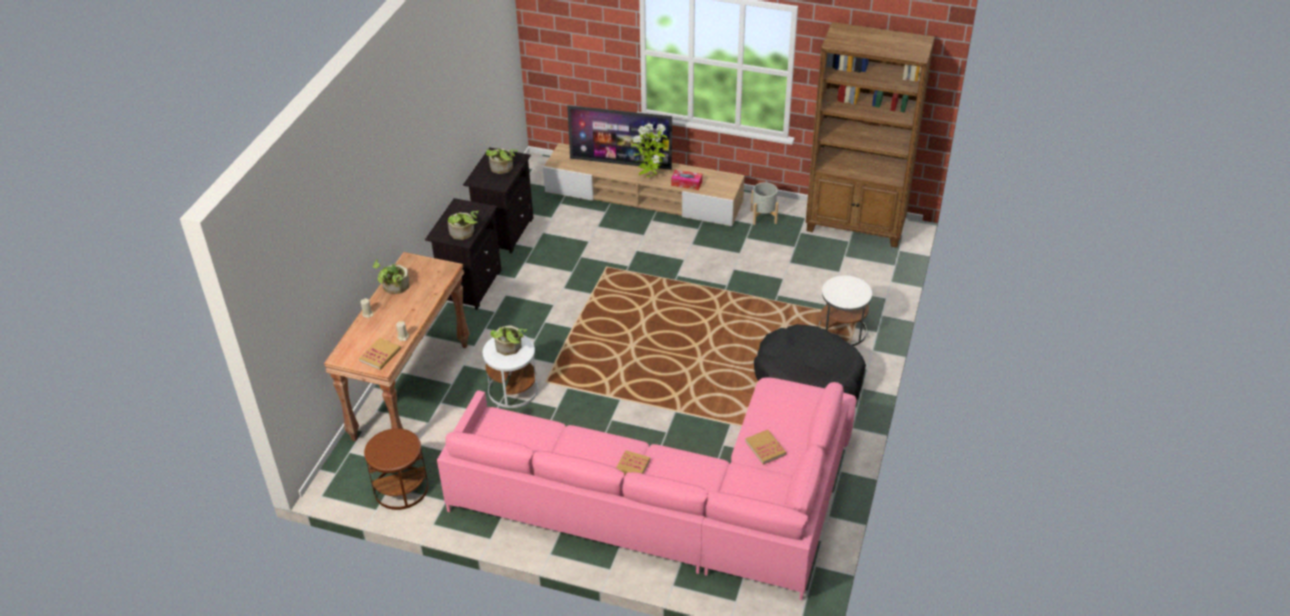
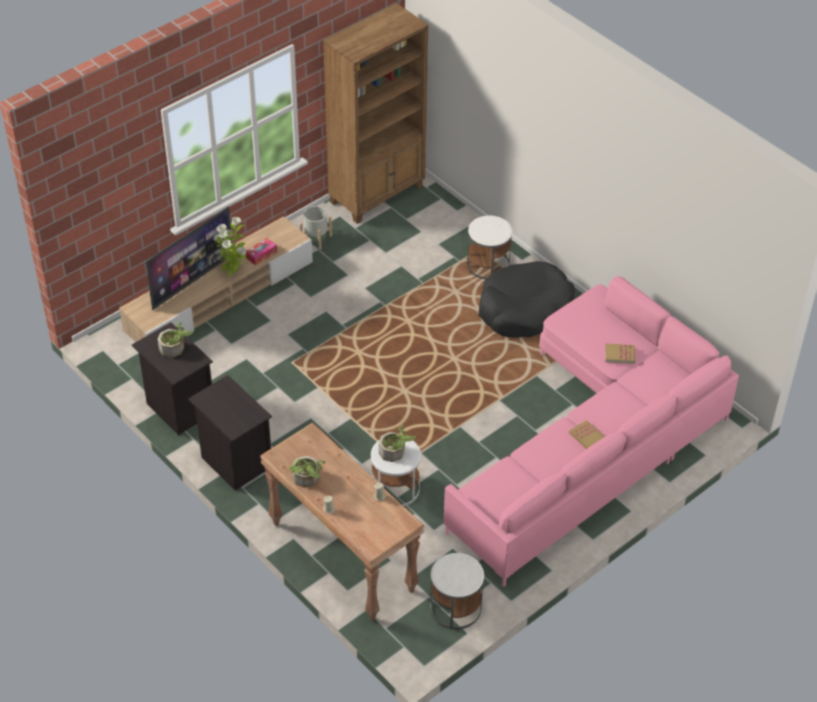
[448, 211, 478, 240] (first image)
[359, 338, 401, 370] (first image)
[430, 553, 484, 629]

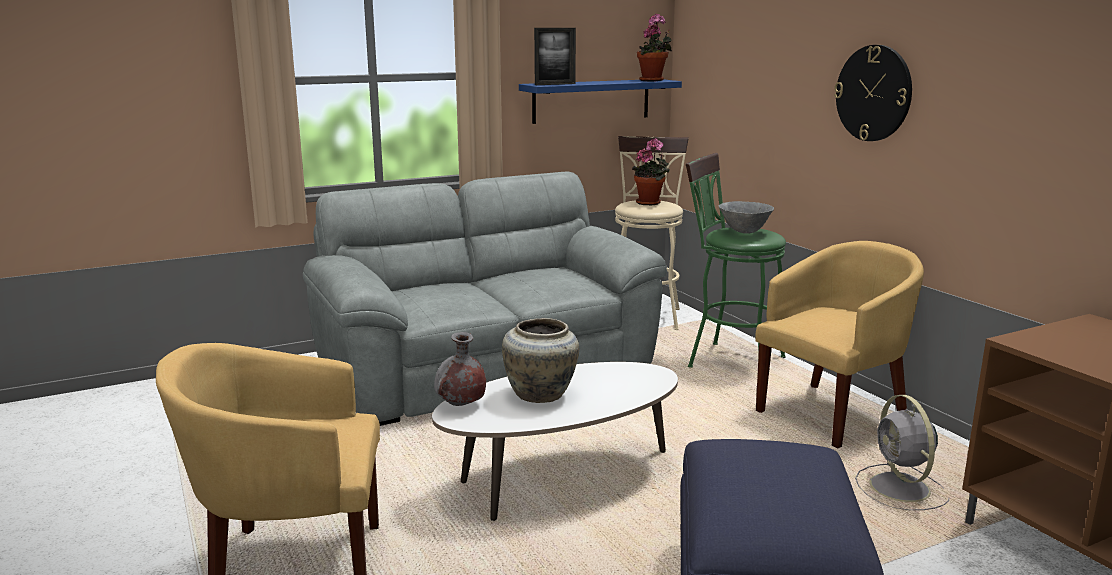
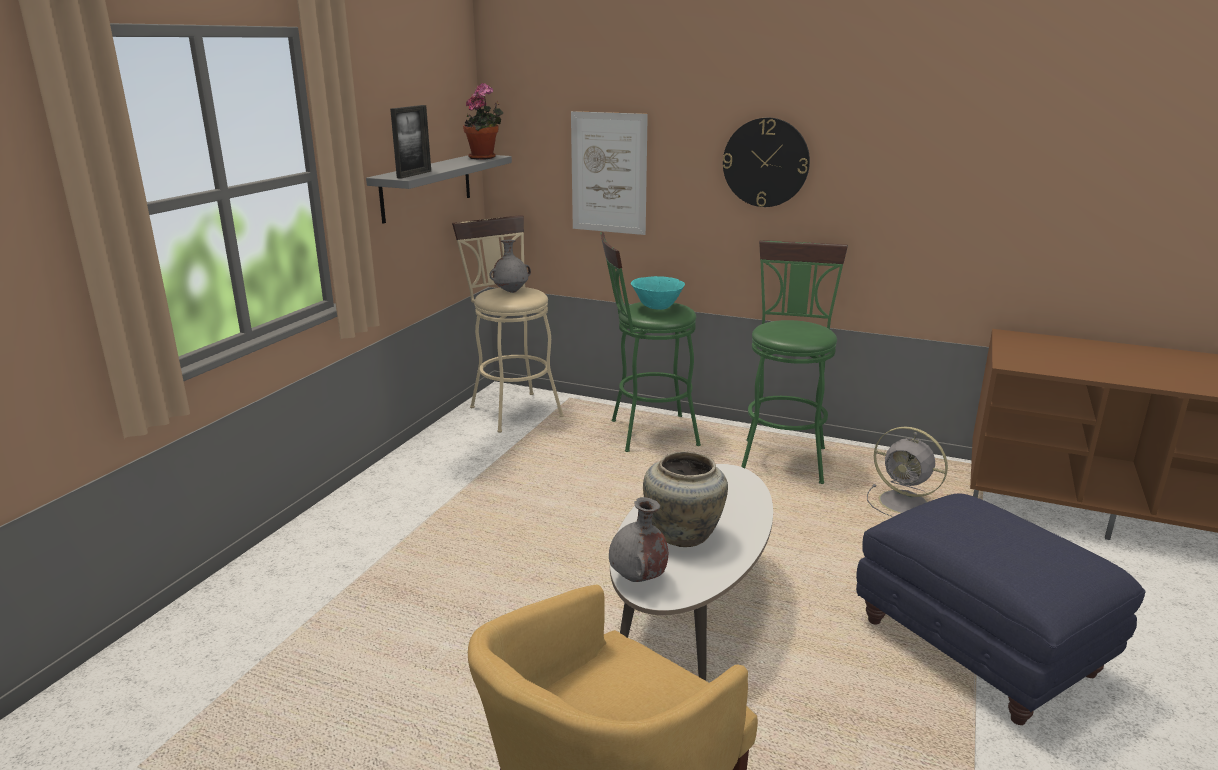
[366, 155, 512, 224]
[489, 240, 531, 293]
[303, 172, 667, 426] (first image)
[631, 276, 685, 310]
[741, 240, 848, 484]
[571, 111, 648, 235]

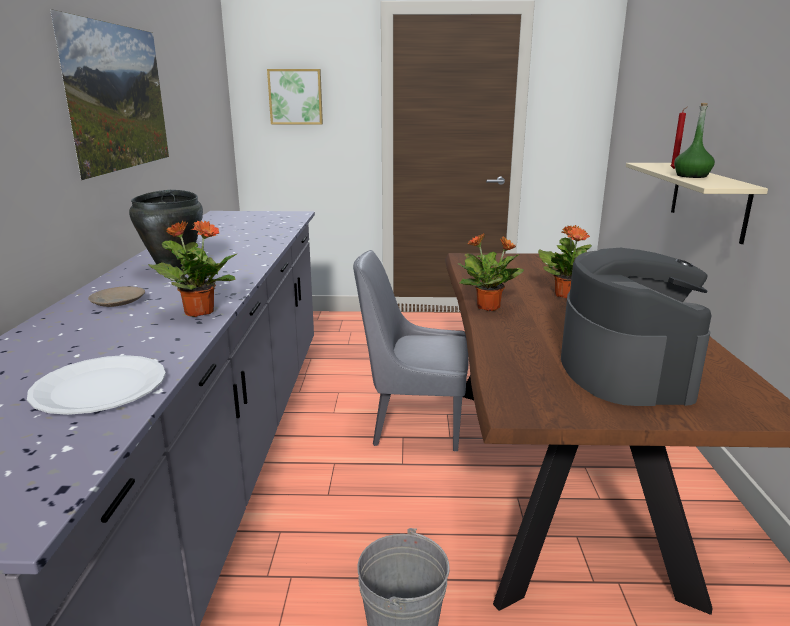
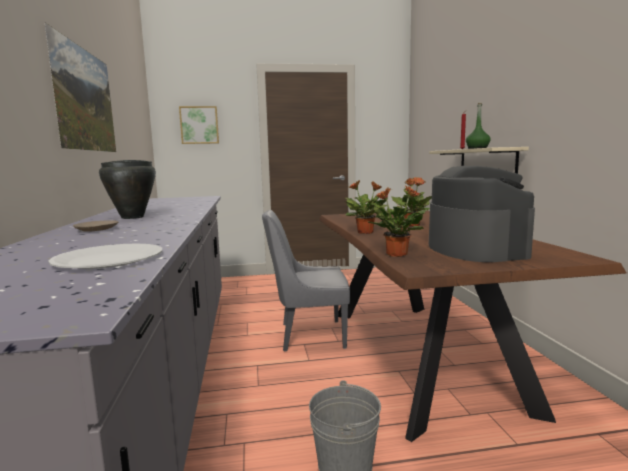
[368, 186, 427, 257]

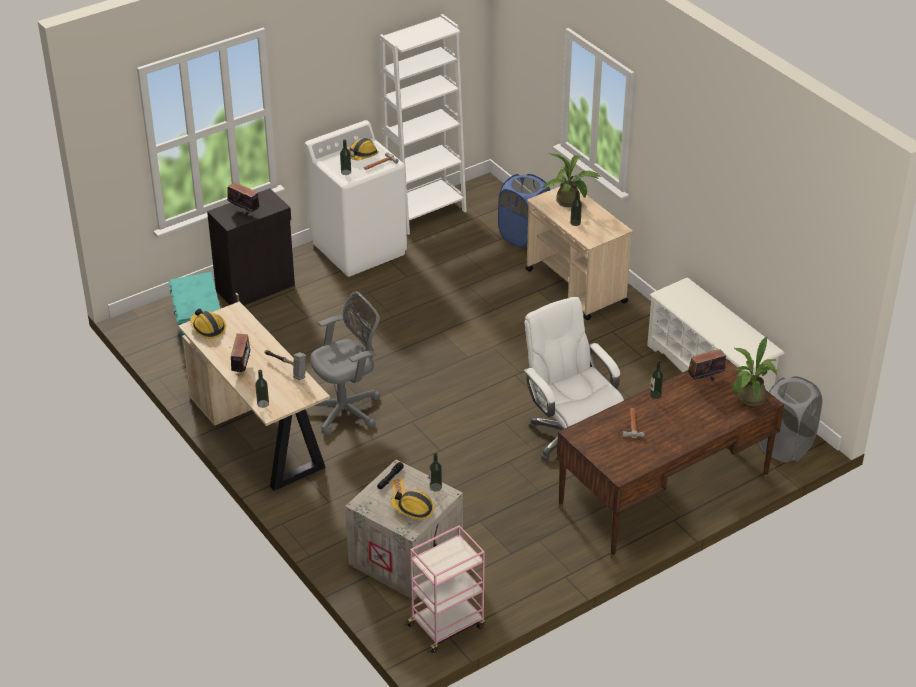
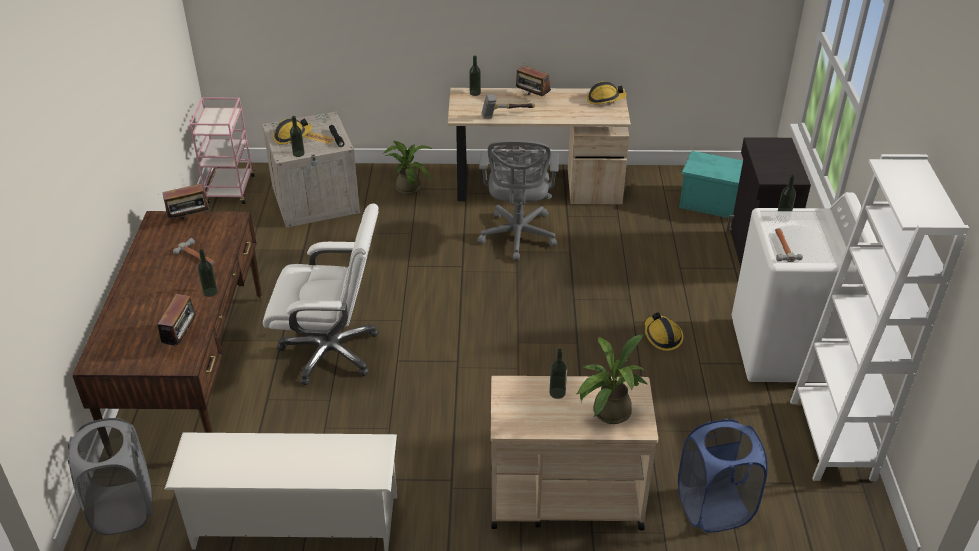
[645, 313, 683, 351]
[162, 183, 210, 219]
[383, 140, 433, 195]

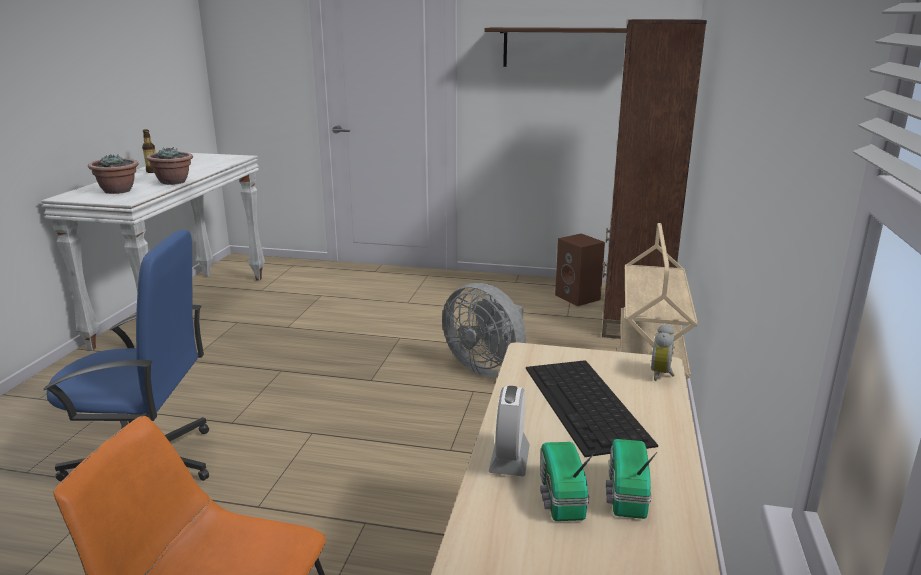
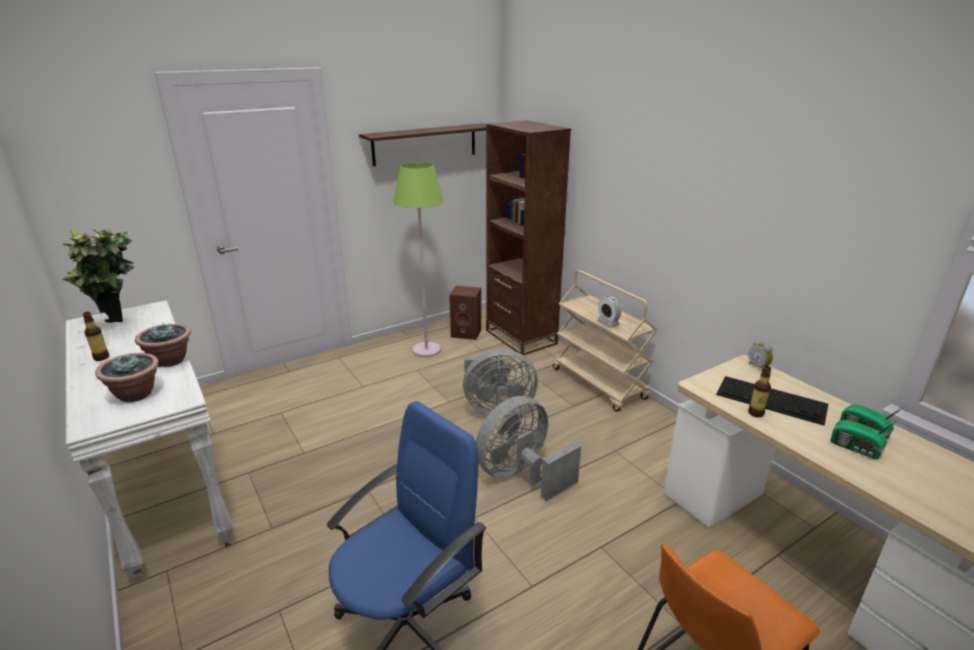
[597, 296, 621, 328]
[393, 162, 444, 357]
[62, 227, 134, 323]
[748, 366, 771, 417]
[476, 396, 581, 501]

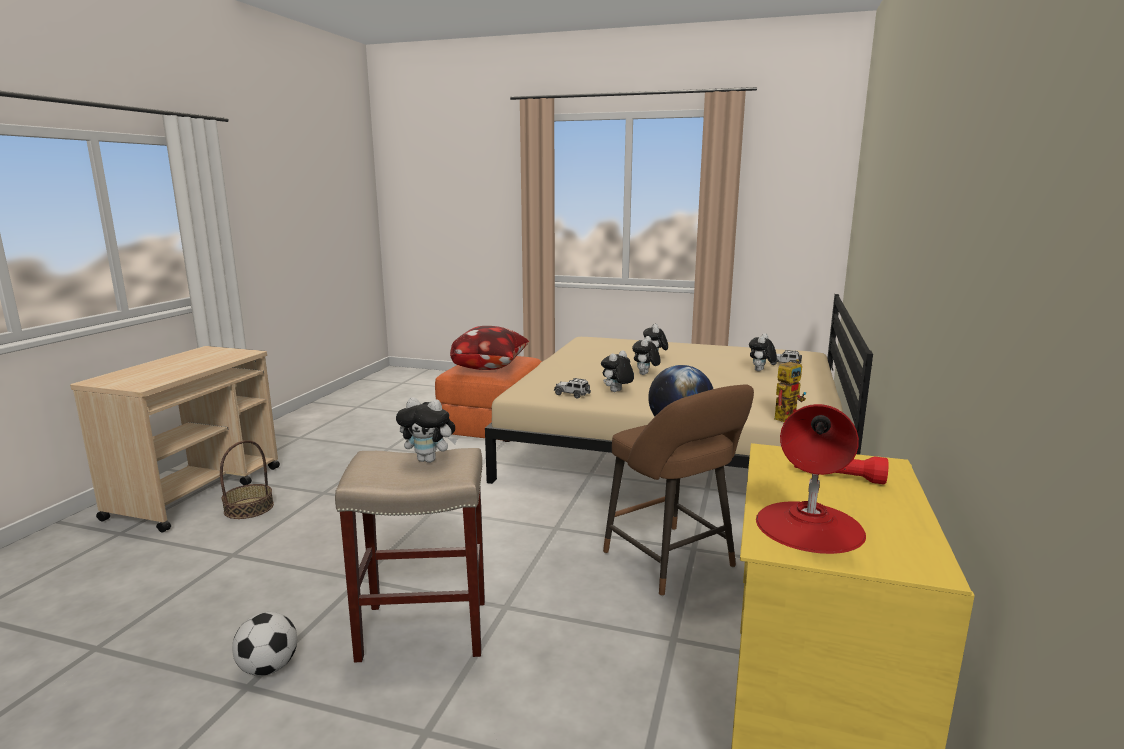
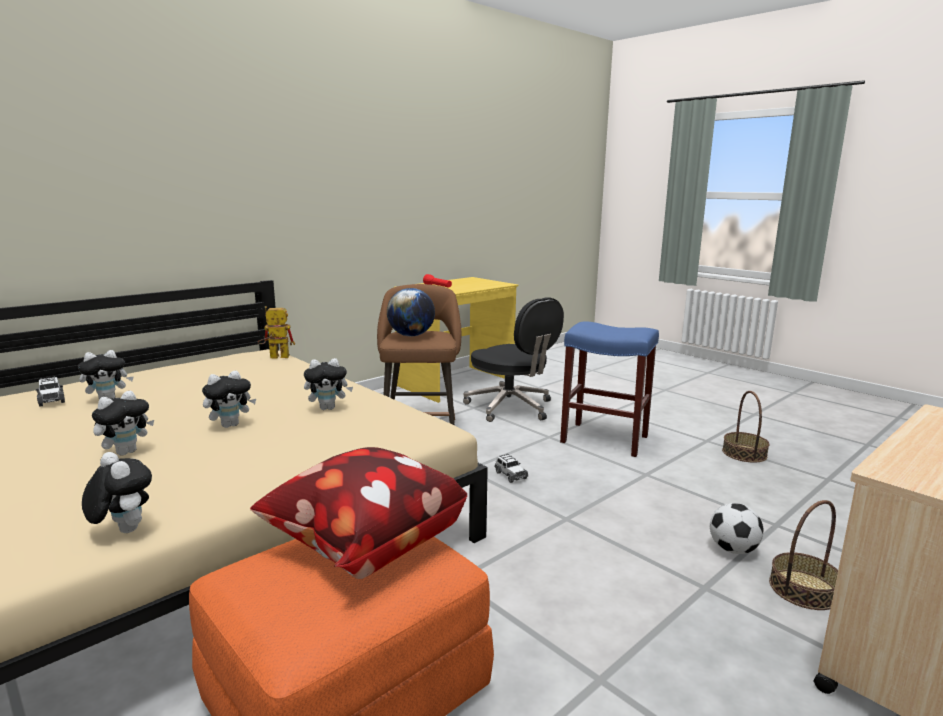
[494, 454, 528, 483]
[82, 452, 152, 533]
[756, 404, 866, 554] (first image)
[560, 321, 659, 457]
[710, 503, 764, 554]
[463, 297, 564, 422]
[722, 391, 770, 462]

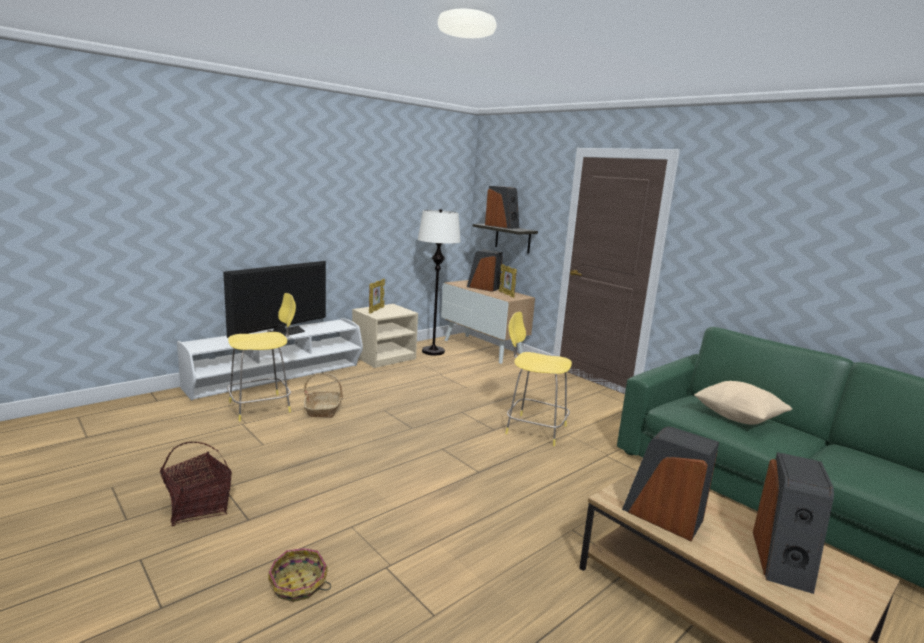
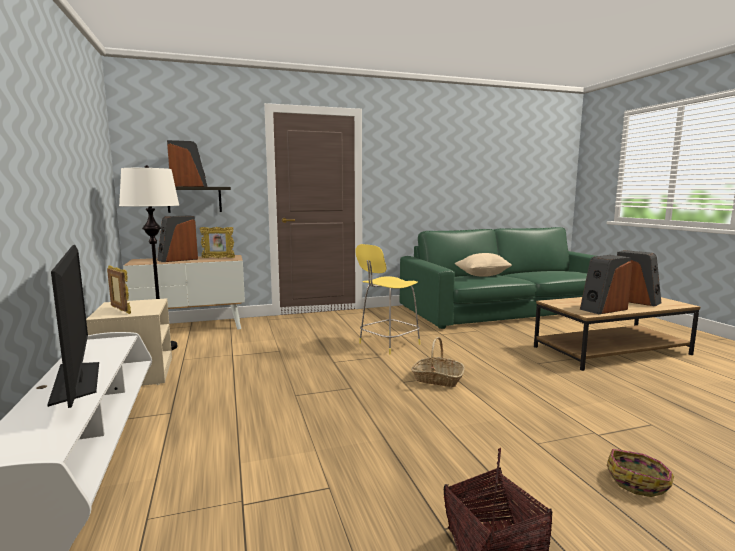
[227, 293, 296, 421] (first image)
[411, 337, 465, 387]

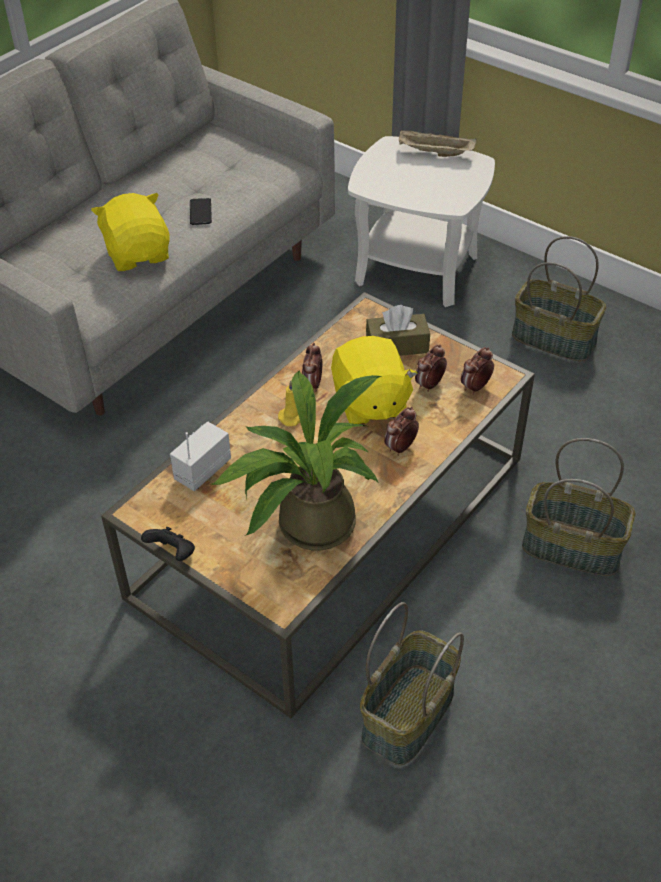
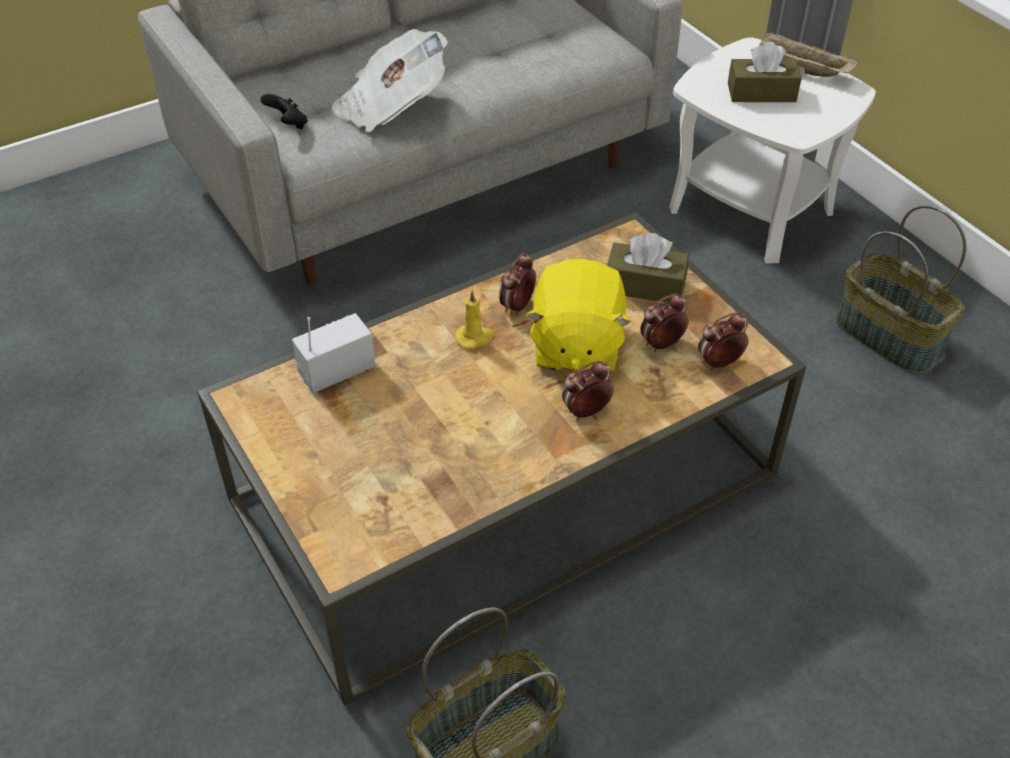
[332, 29, 448, 132]
[190, 198, 212, 225] (first image)
[210, 370, 382, 551] (first image)
[522, 438, 635, 576] (first image)
[260, 94, 308, 129]
[728, 42, 802, 102]

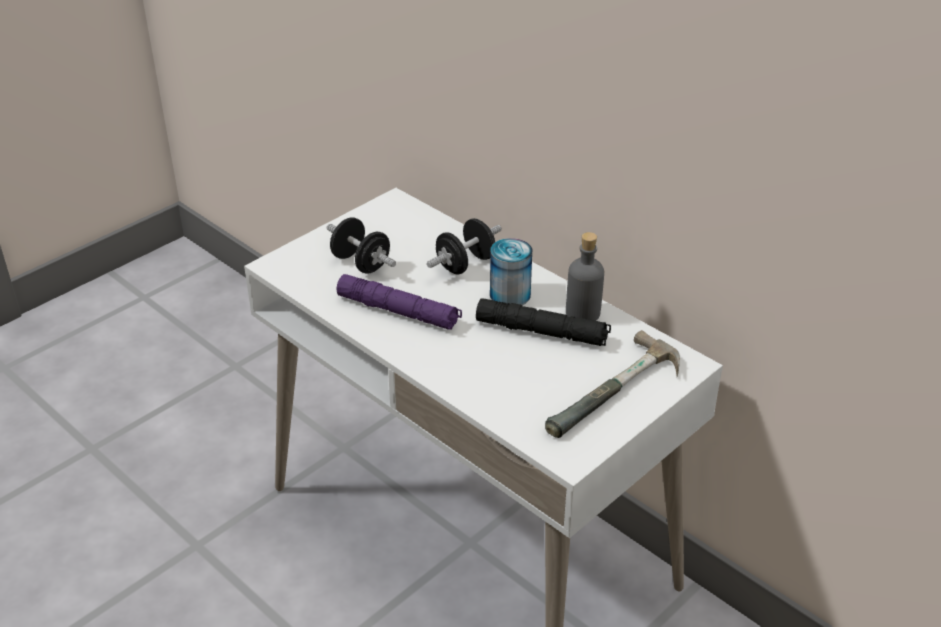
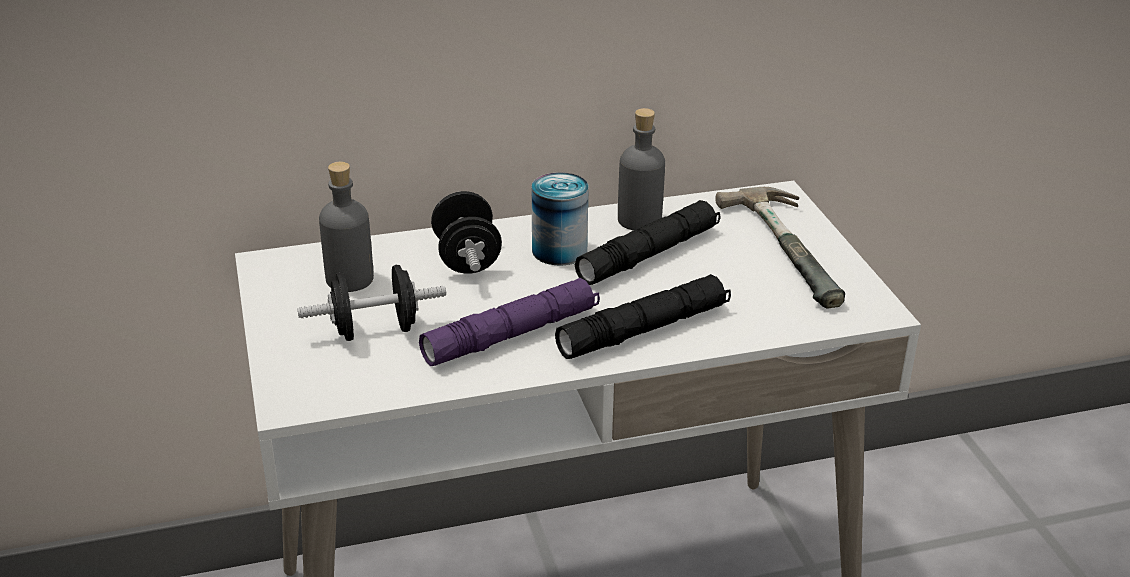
[319, 162, 374, 292]
[555, 274, 731, 359]

